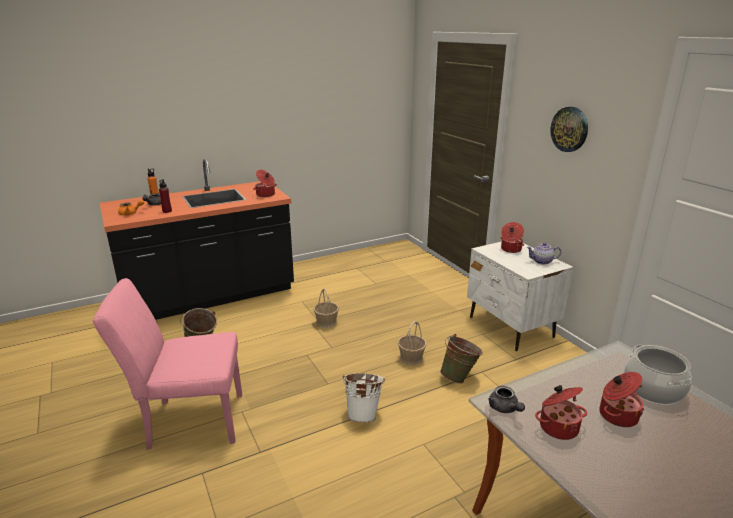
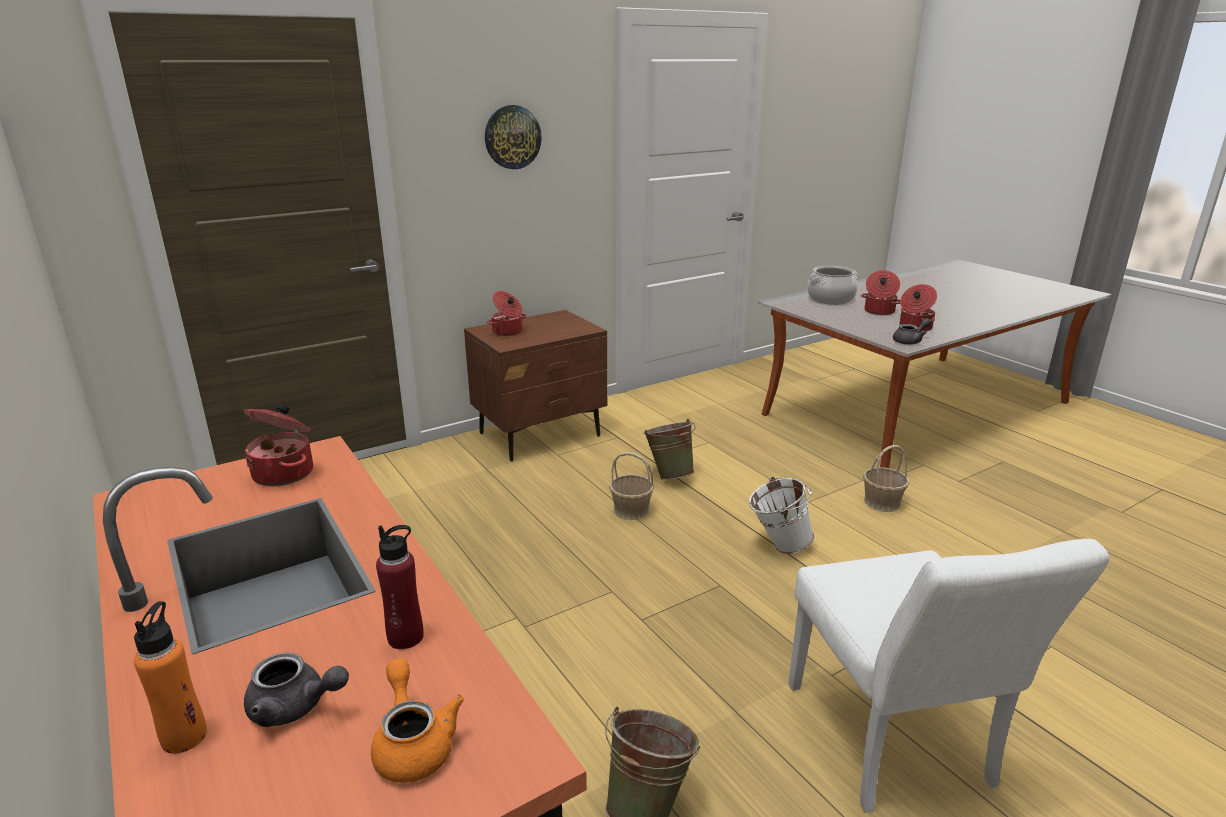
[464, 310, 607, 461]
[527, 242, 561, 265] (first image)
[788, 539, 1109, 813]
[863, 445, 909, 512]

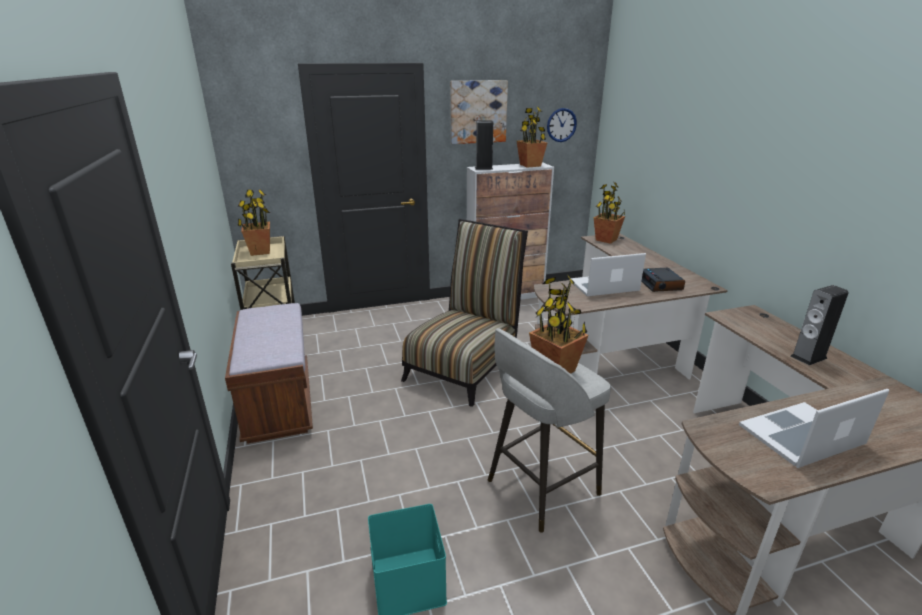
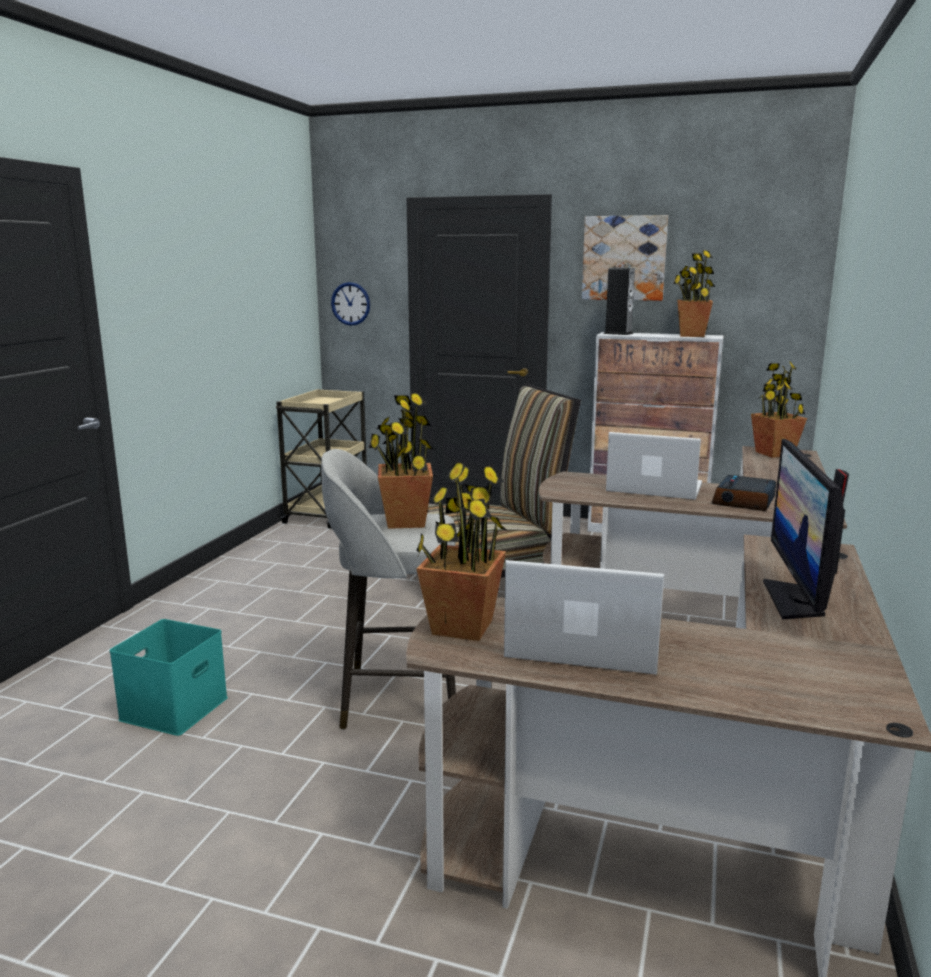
[331, 282, 370, 326]
[416, 461, 506, 641]
[763, 439, 849, 619]
[225, 303, 313, 444] (first image)

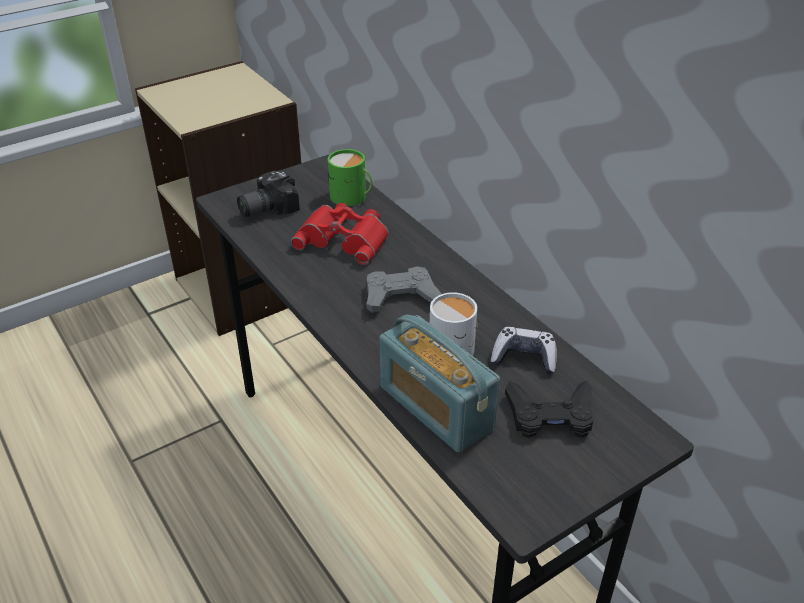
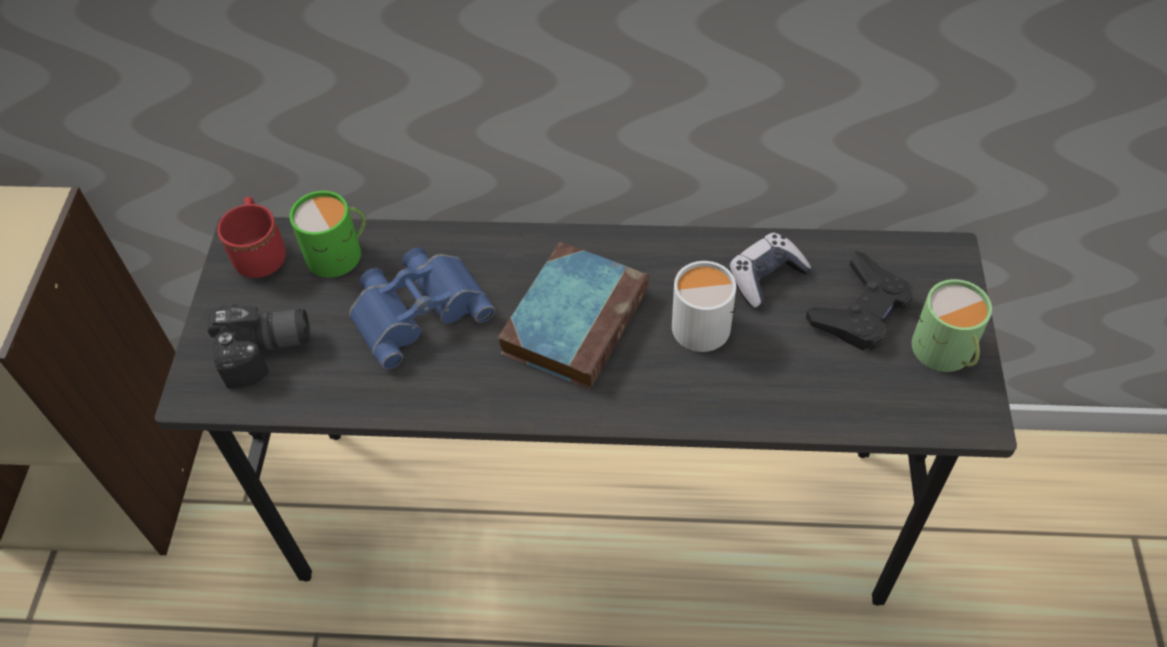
[208, 304, 310, 389]
[349, 247, 495, 370]
[498, 242, 649, 390]
[379, 315, 500, 453] (first image)
[217, 197, 286, 278]
[912, 279, 992, 372]

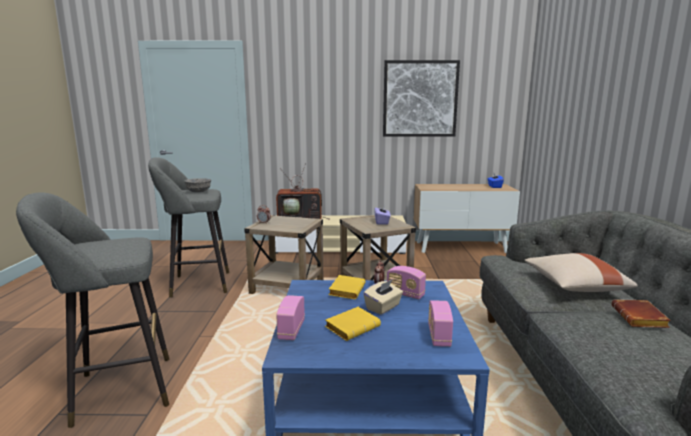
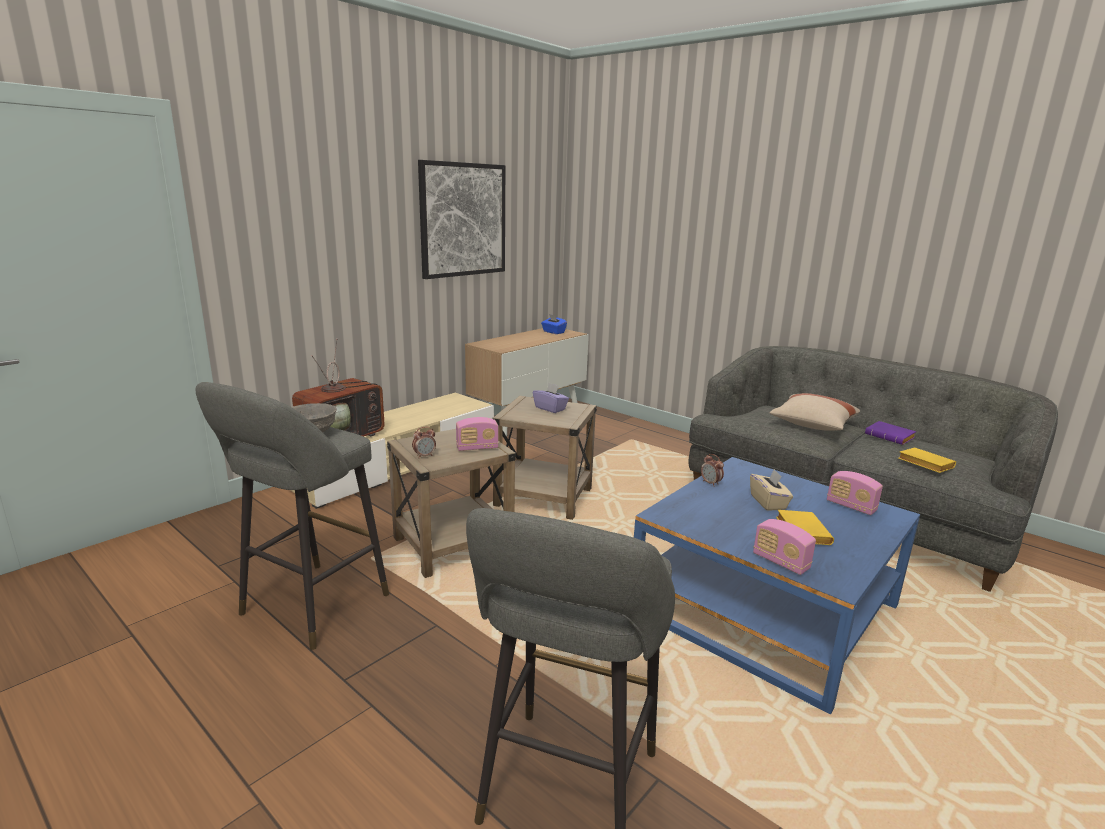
[456, 417, 499, 451]
[898, 447, 956, 473]
[865, 421, 916, 445]

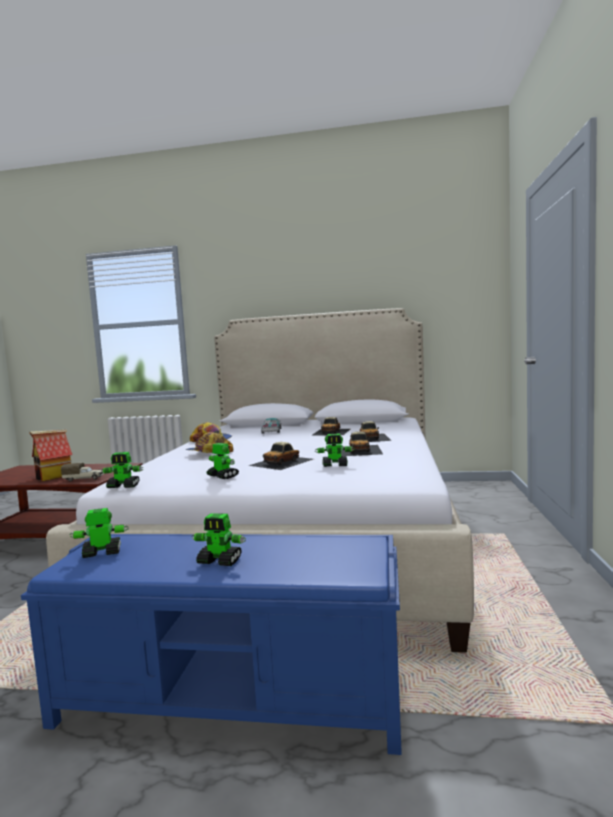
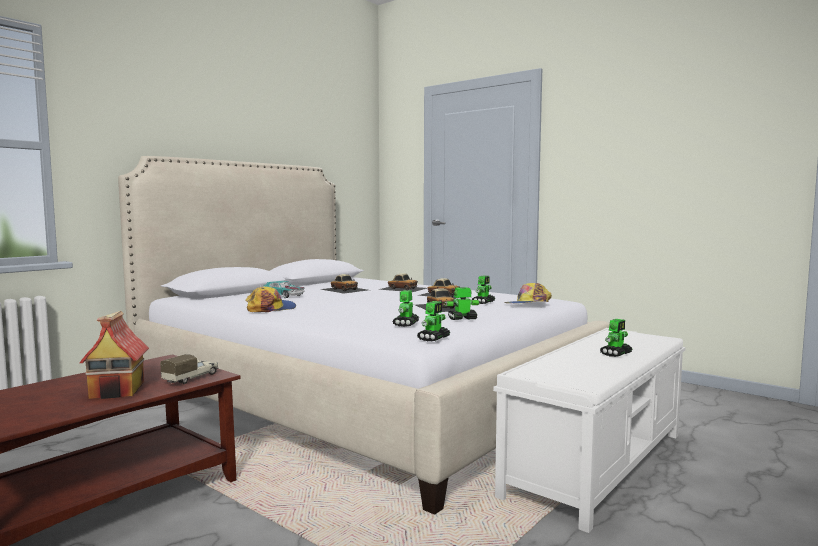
[504, 283, 552, 303]
[392, 290, 419, 327]
[493, 328, 686, 533]

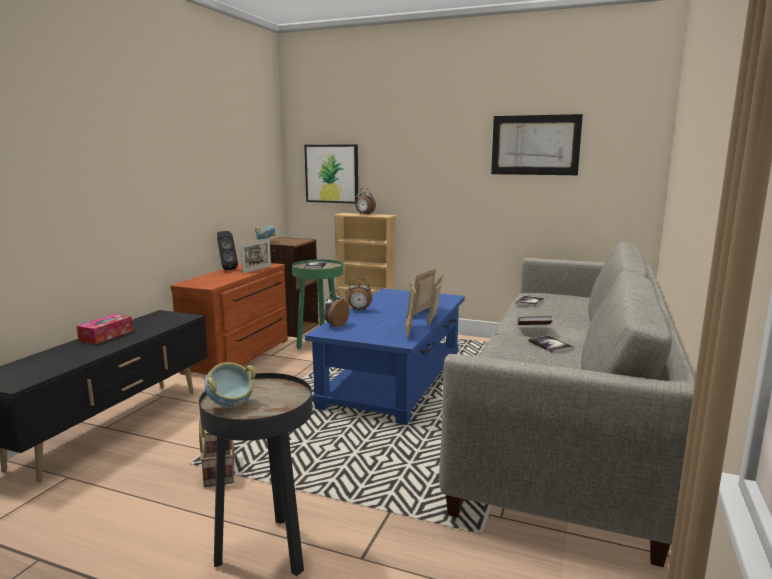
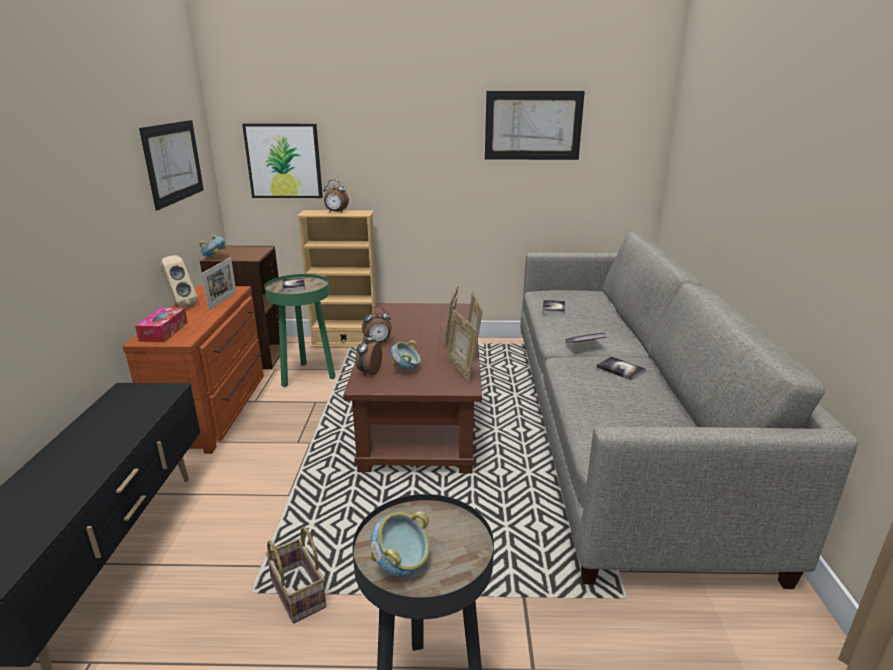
[160, 255, 197, 308]
[343, 303, 482, 473]
[135, 307, 188, 342]
[139, 120, 204, 210]
[391, 340, 421, 371]

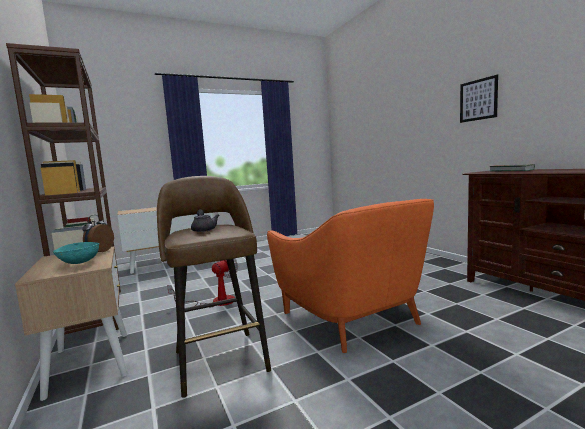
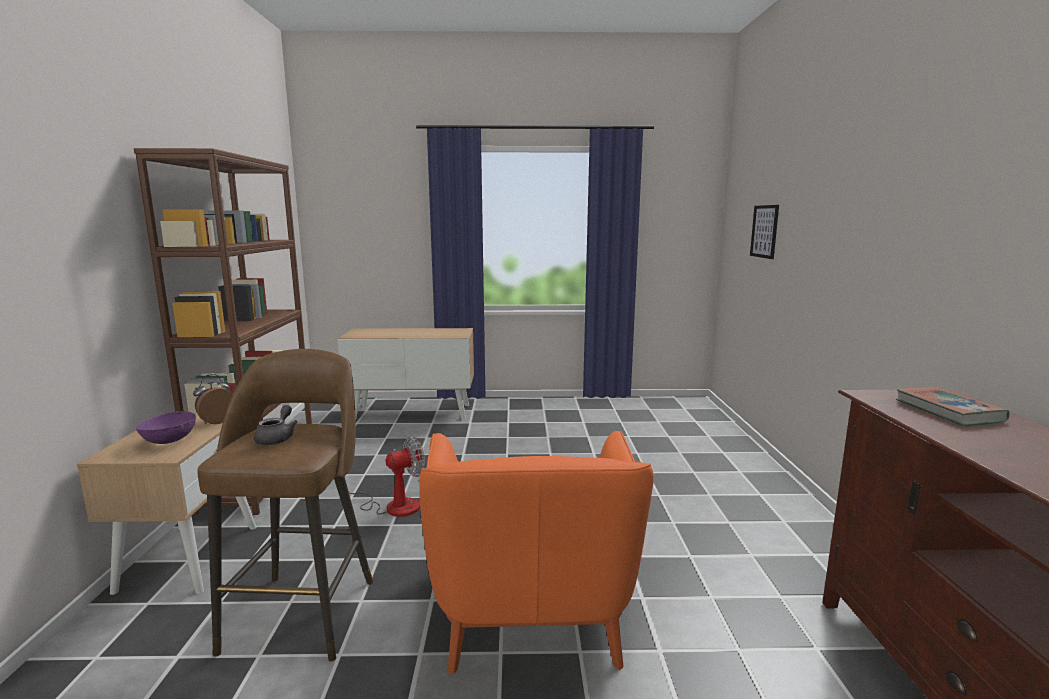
[750, 205, 779, 259]
[135, 411, 196, 444]

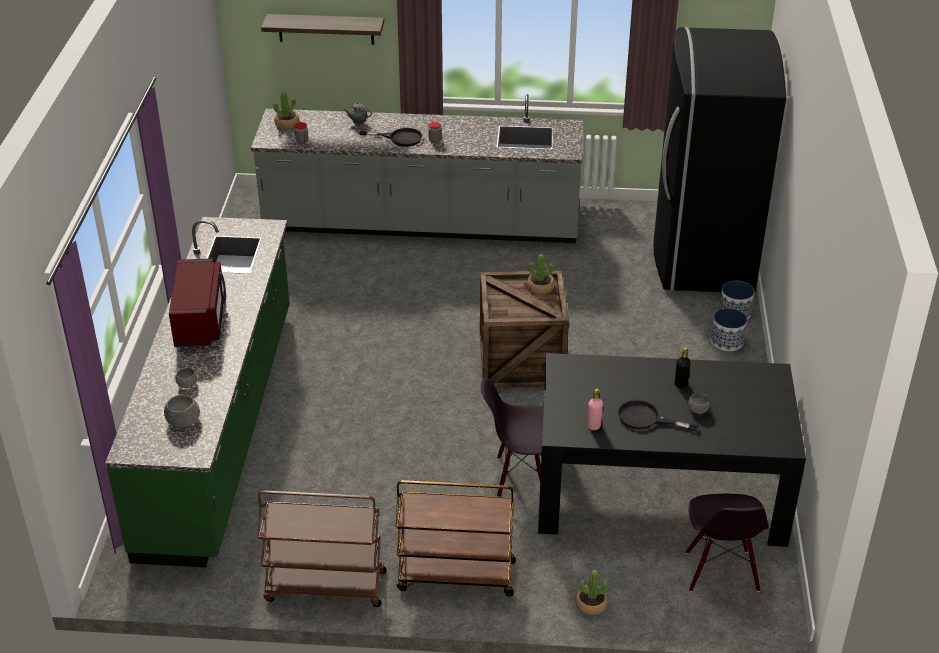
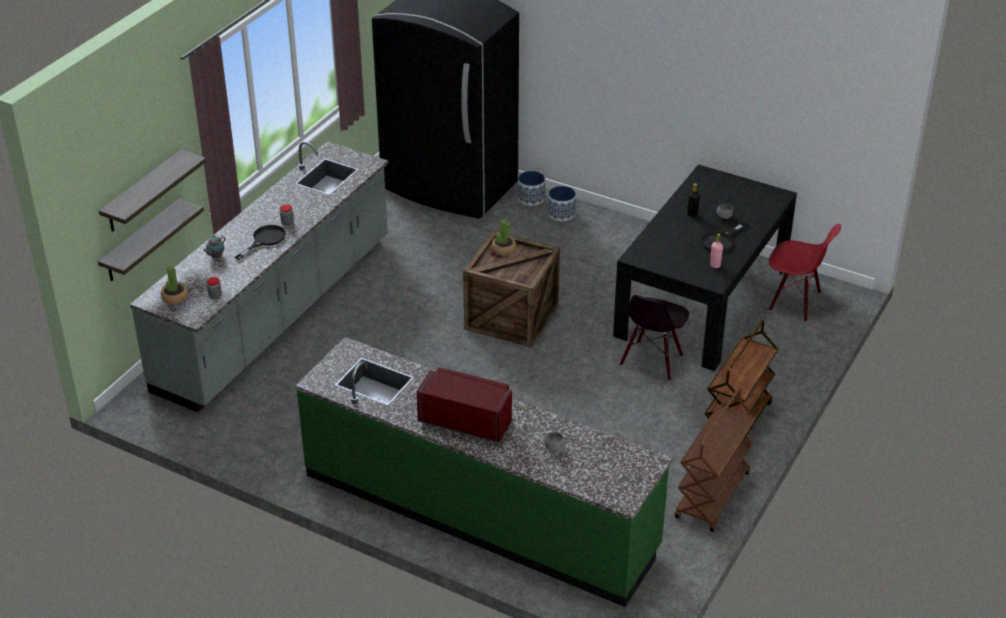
[164, 395, 200, 428] (first image)
[769, 224, 841, 322]
[575, 570, 609, 616] (first image)
[98, 198, 204, 281]

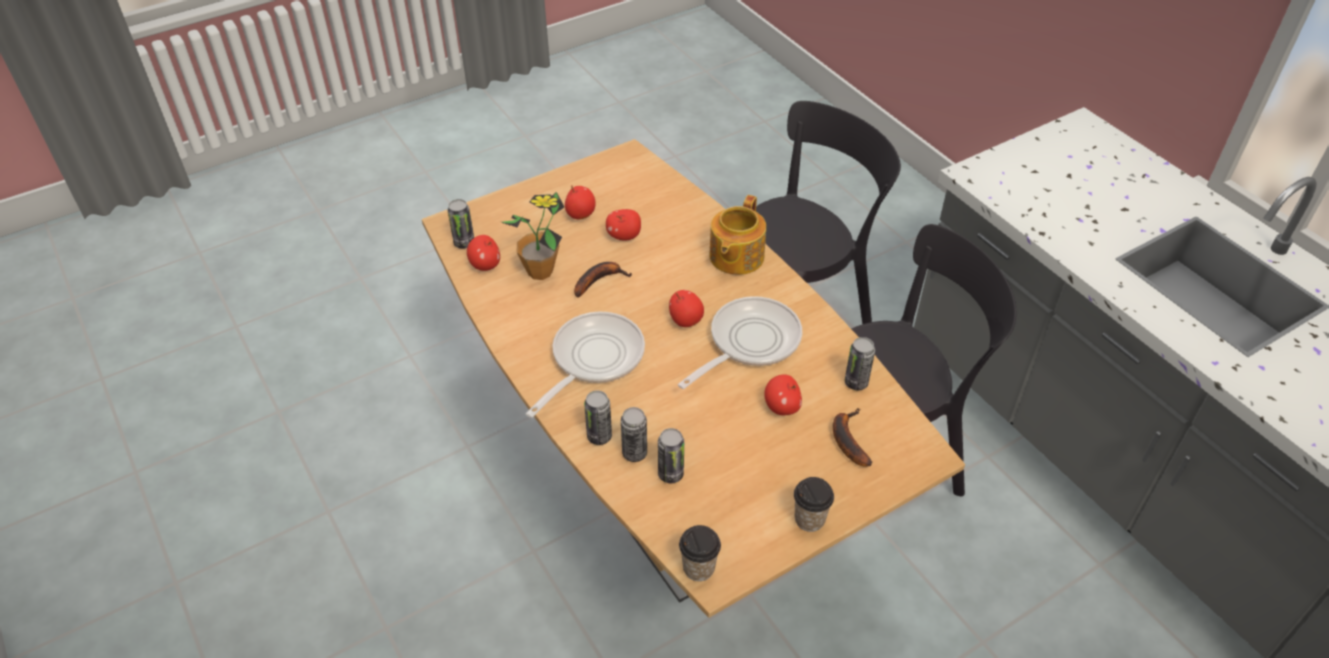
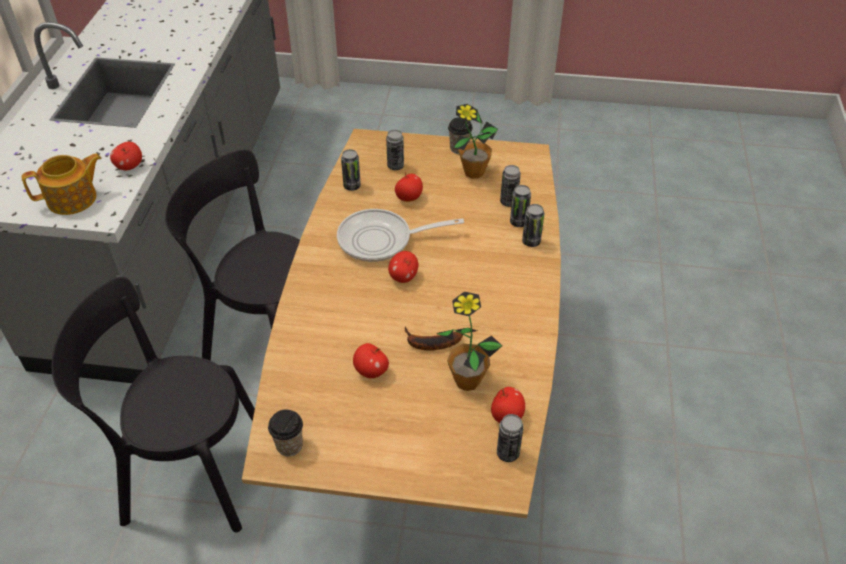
[110, 142, 142, 170]
[22, 153, 102, 215]
[526, 312, 645, 418] (first image)
[386, 130, 404, 170]
[268, 409, 303, 456]
[454, 104, 498, 179]

